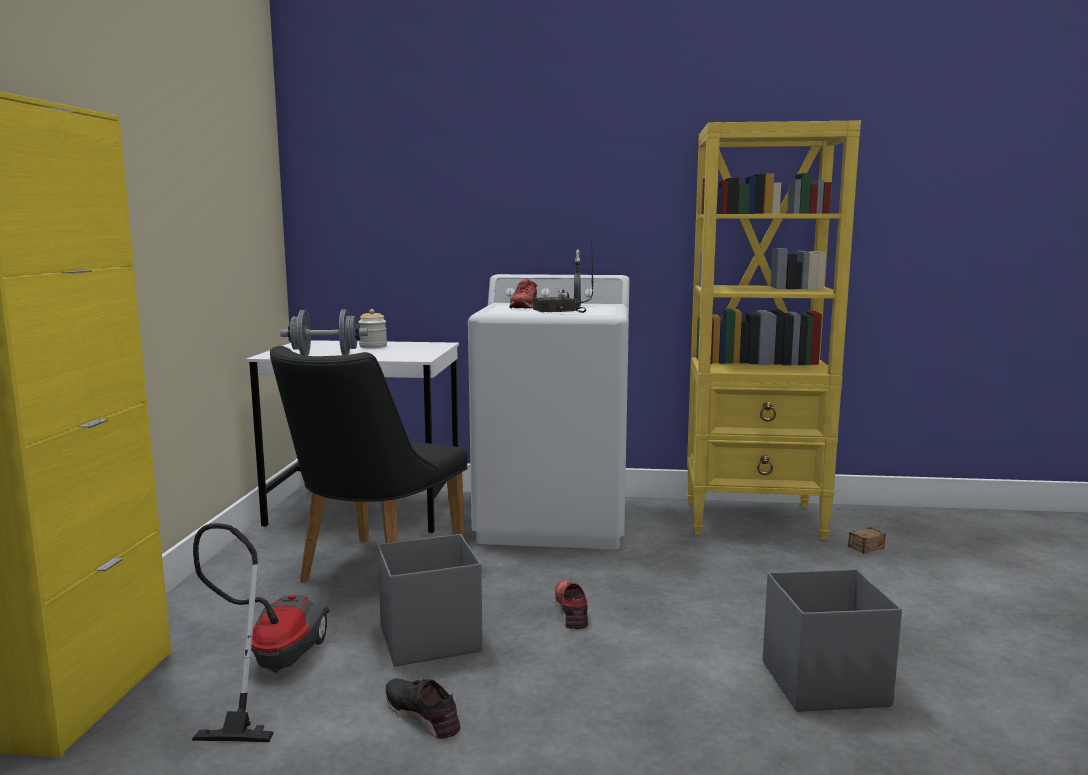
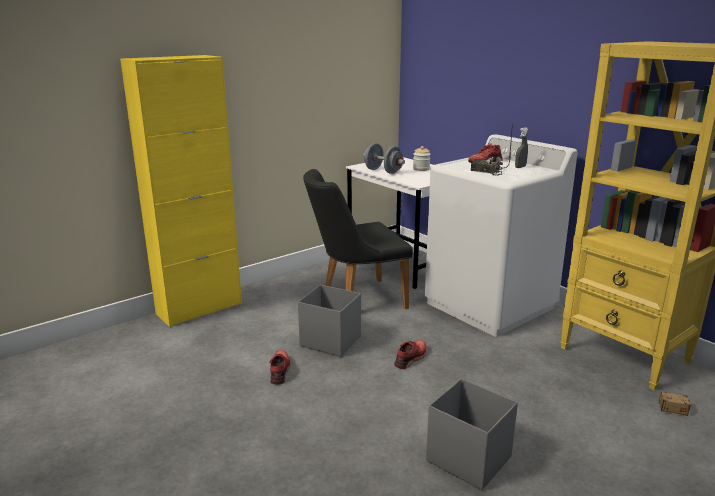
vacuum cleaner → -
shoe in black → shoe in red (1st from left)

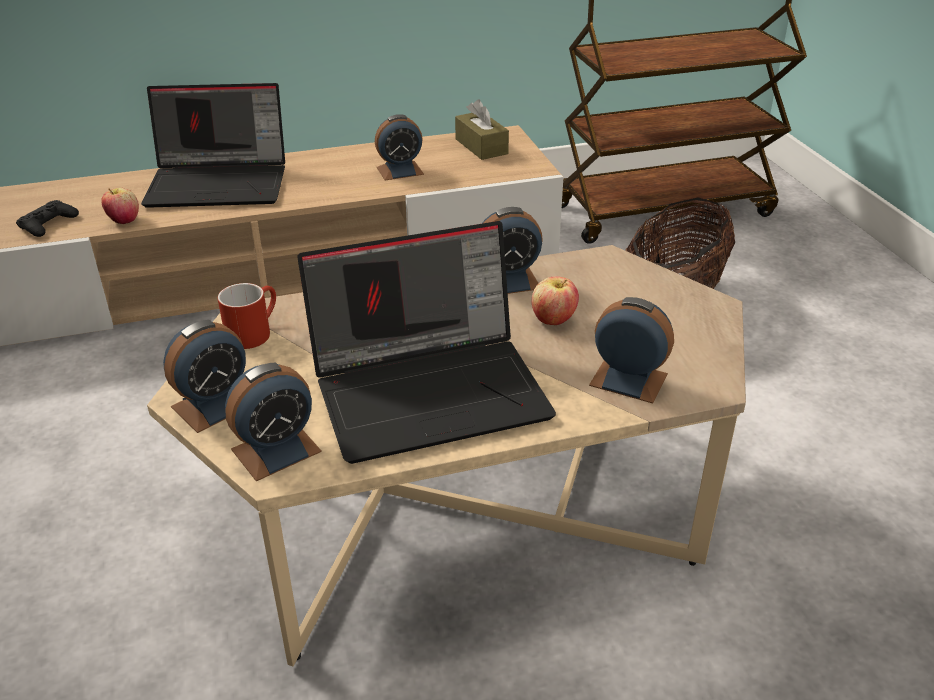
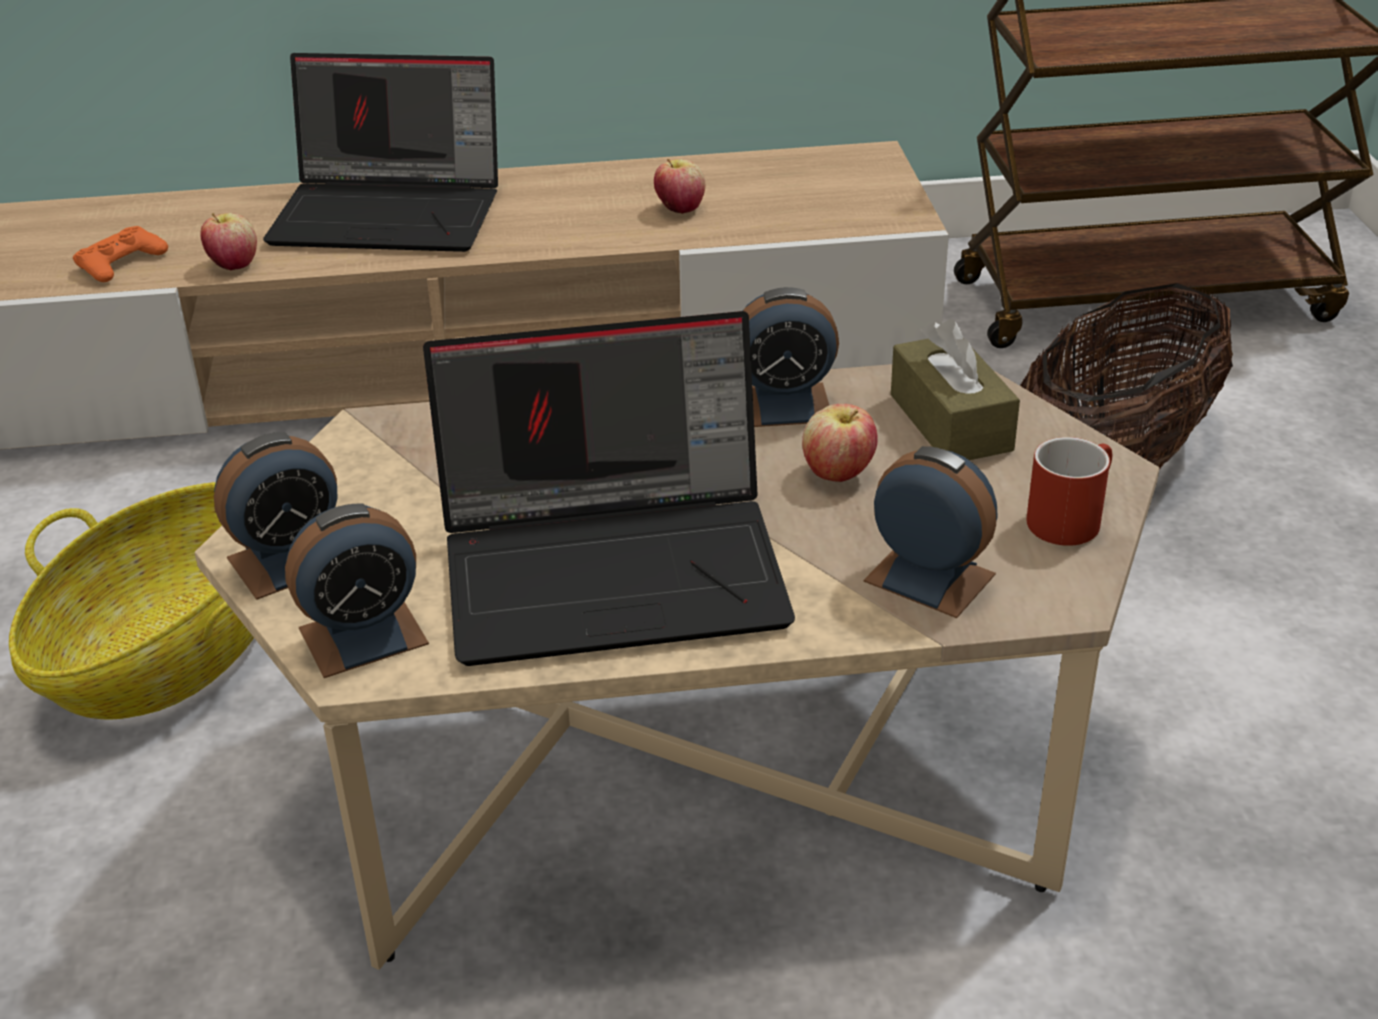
game controller in black → game controller in orange
mug in red, moved
alarm clock (3rd from left) → apple (2nd from left)
tissue box in brown, moved
- → basket (1st from left)

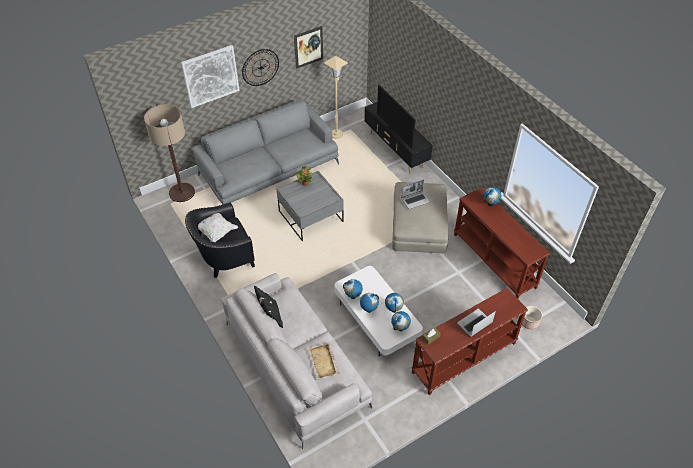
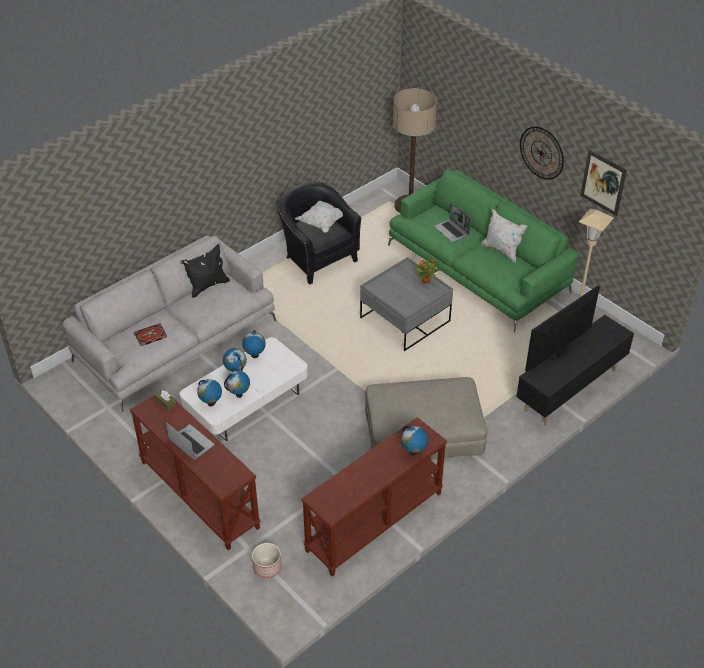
picture (1st from left) → -
sofa in grey (1st from left) → sofa in green
tray in beige → book
laptop (1st from left in the first image) → laptop (2nd from left), moved
- → pillow in white (2nd from left)

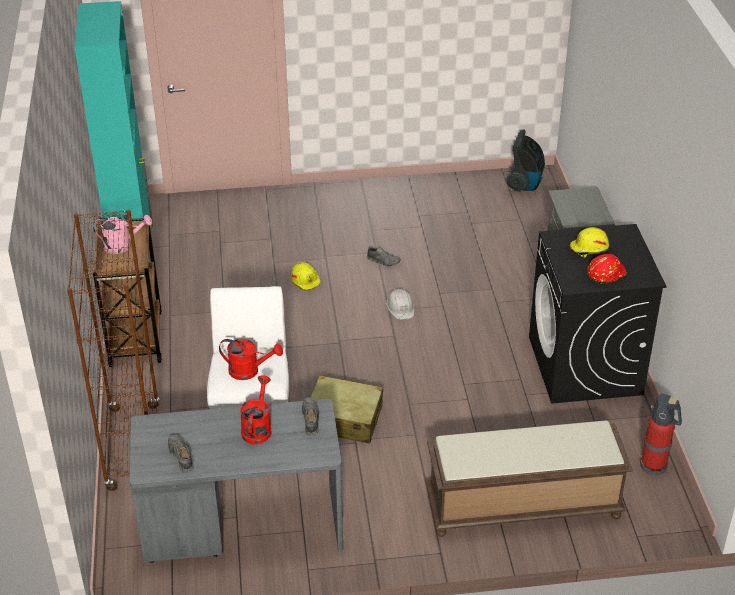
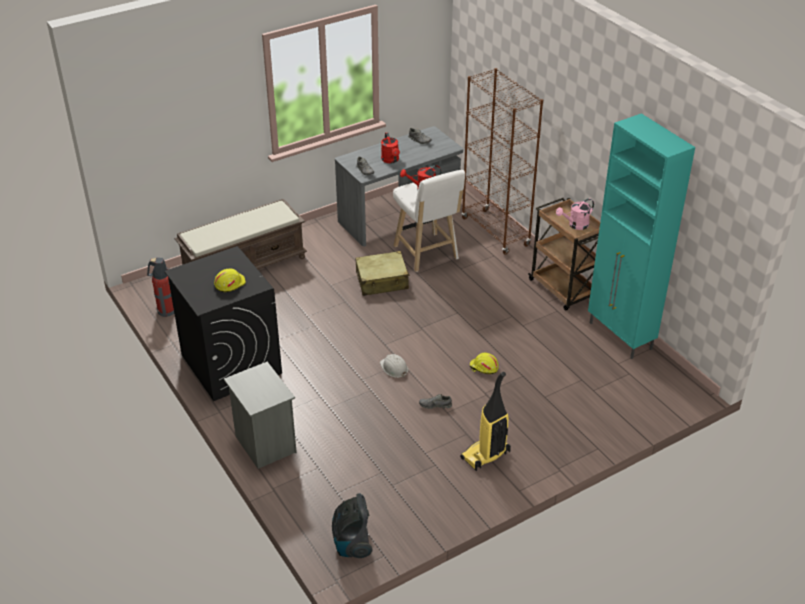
hard hat in red → -
- → vacuum cleaner (2nd from left)

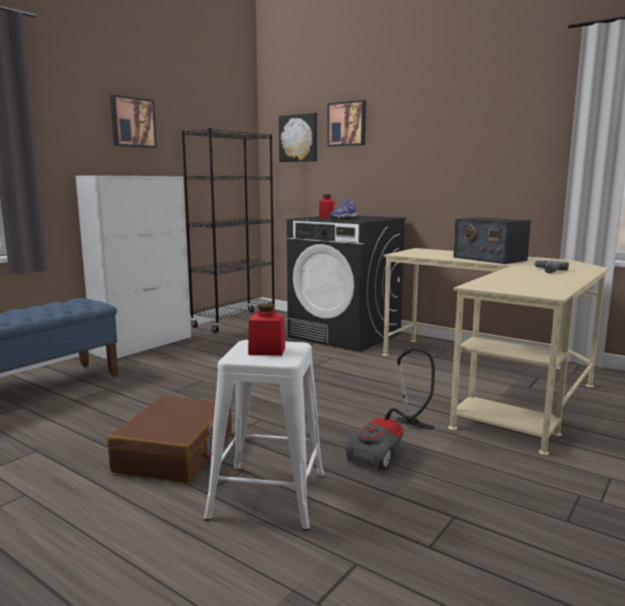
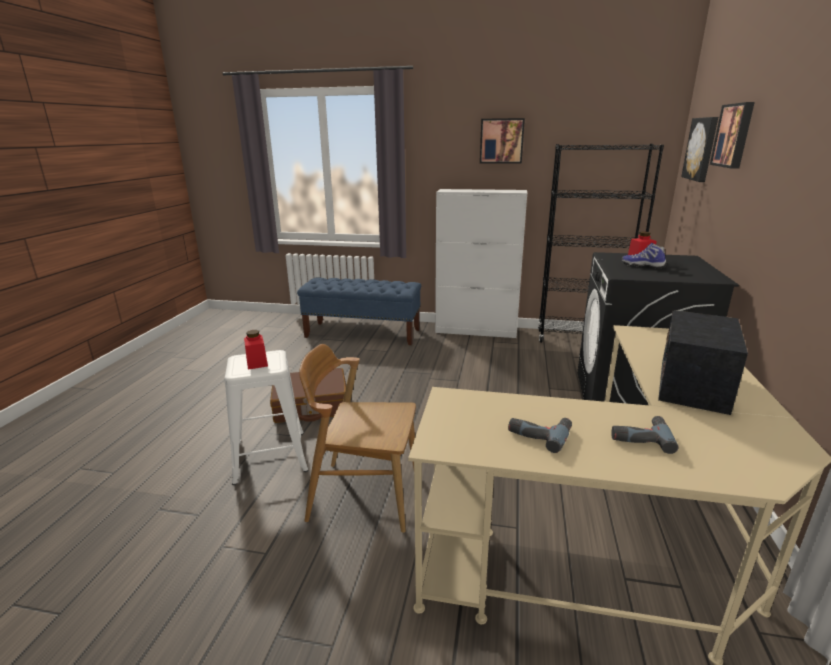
vacuum cleaner → chair in brown
- → power drill (1st from left)

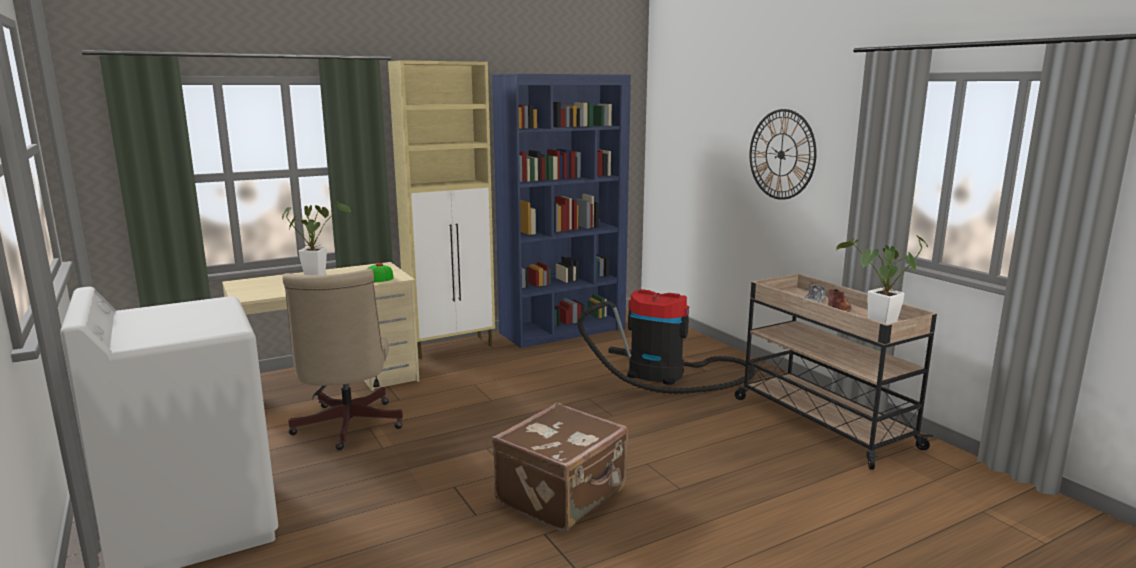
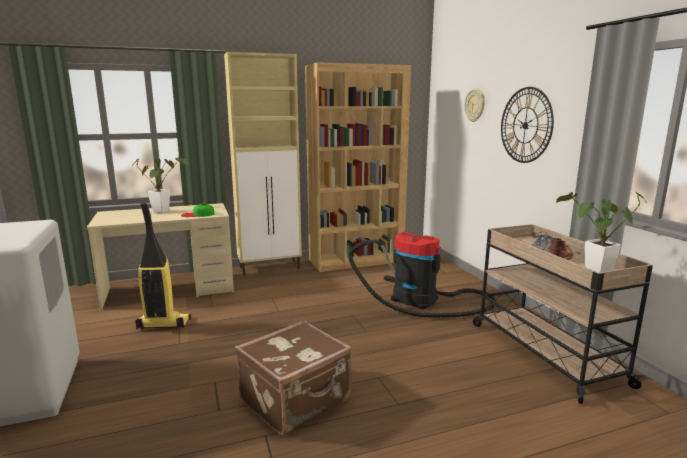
office chair in beige → vacuum cleaner (1st from left)
bookcase in blue → bookcase in brown
- → wall clock (1st from left)

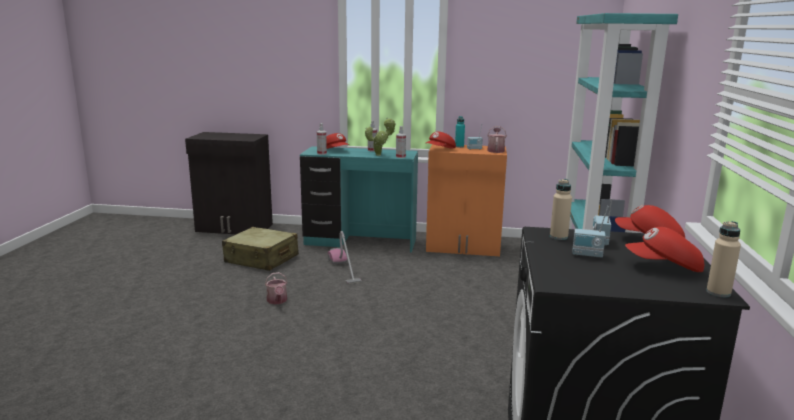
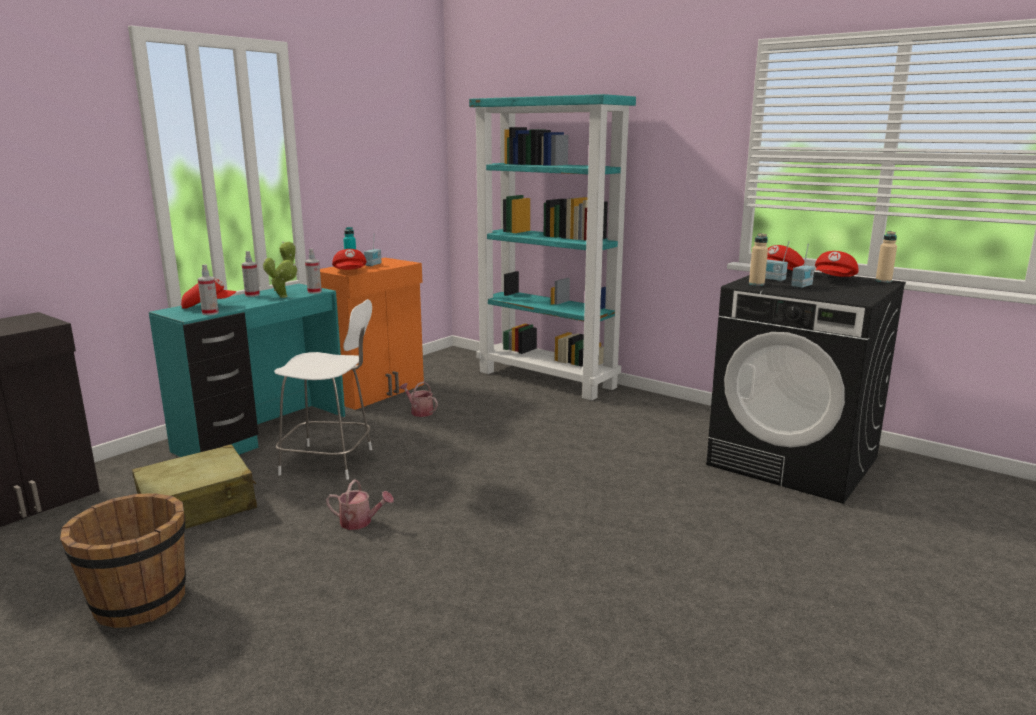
vacuum cleaner → chair in white
watering can (2nd from left), moved
- → bucket in brown

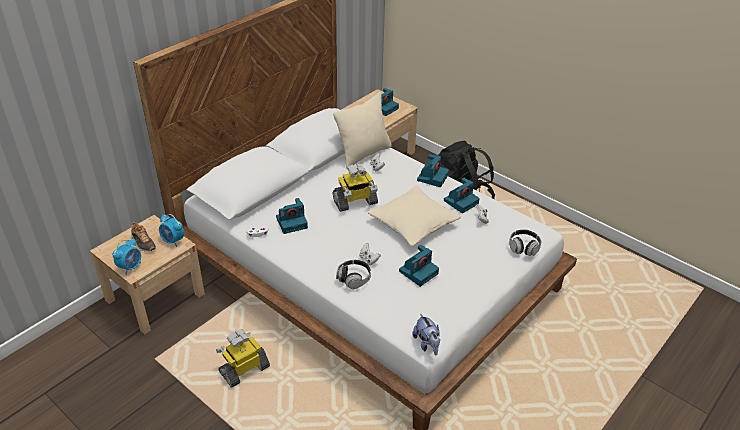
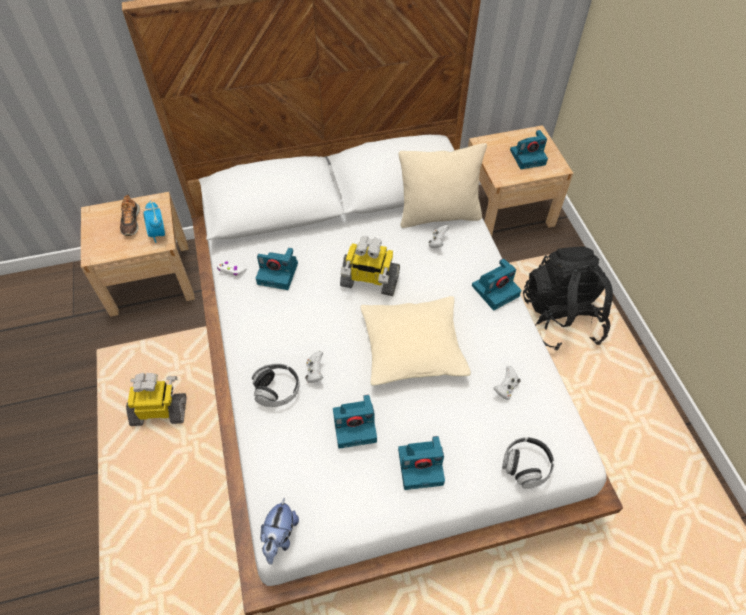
alarm clock (1st from left) → -
photo camera (5th from left in the first image) → photo camera (3rd from left), moved

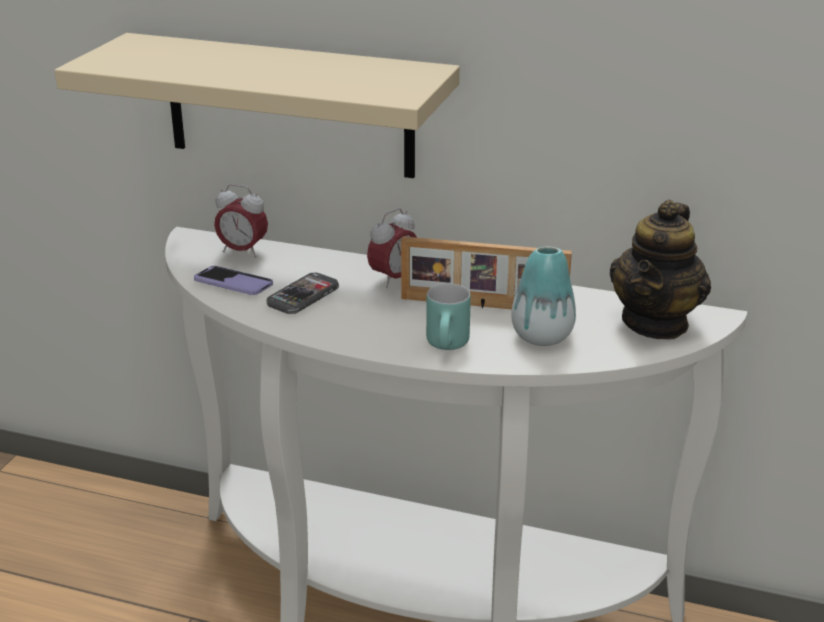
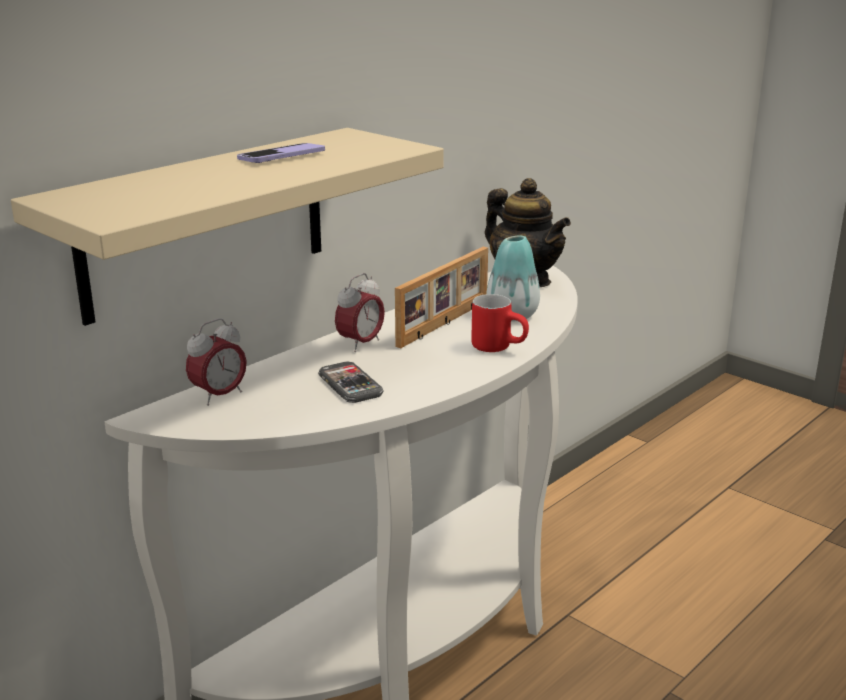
phone (1st from left), moved
alarm clock (2nd from left), 60 degrees clockwise
mug in turquoise → mug in red

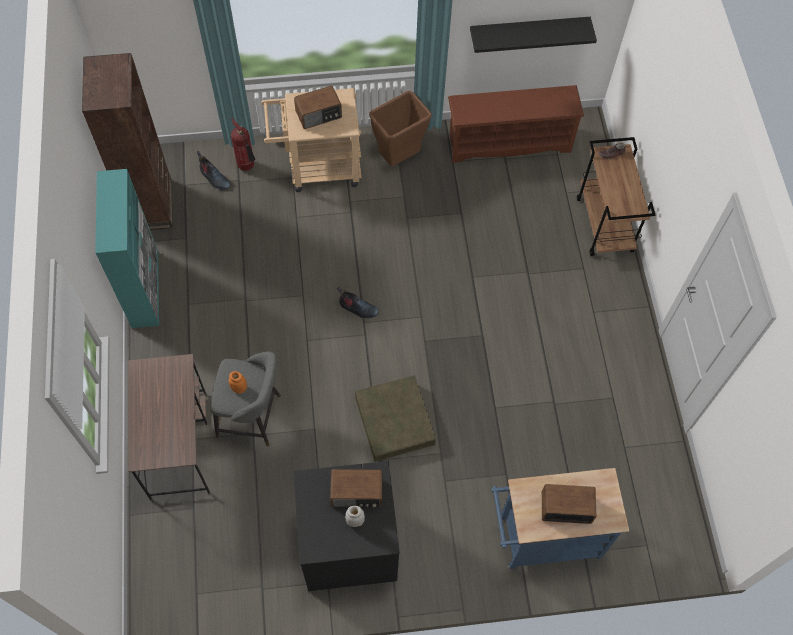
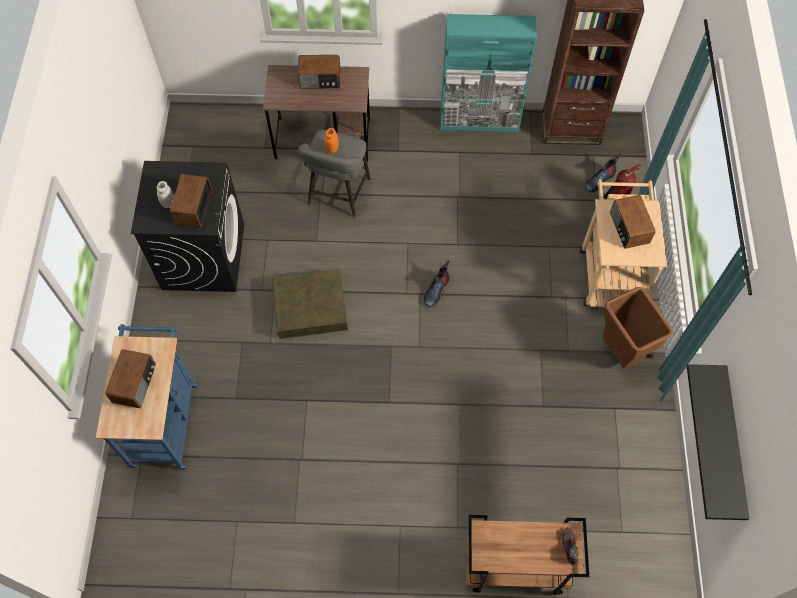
shoe rack in brown → -
- → radio (3rd from left)

